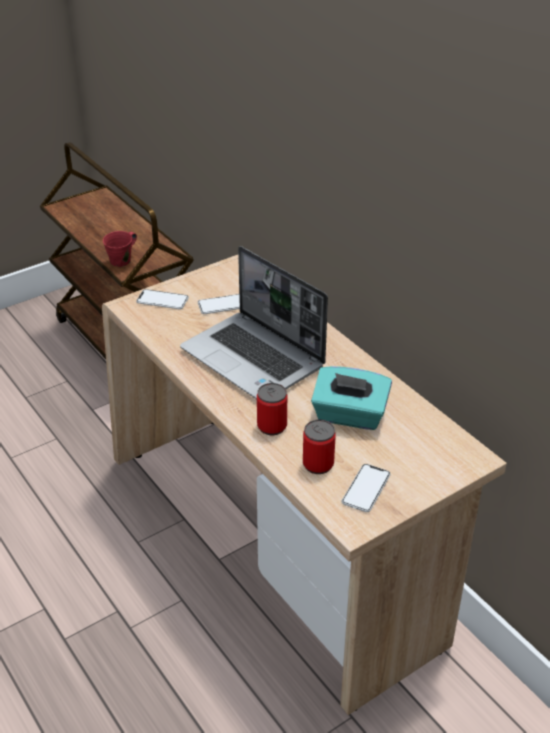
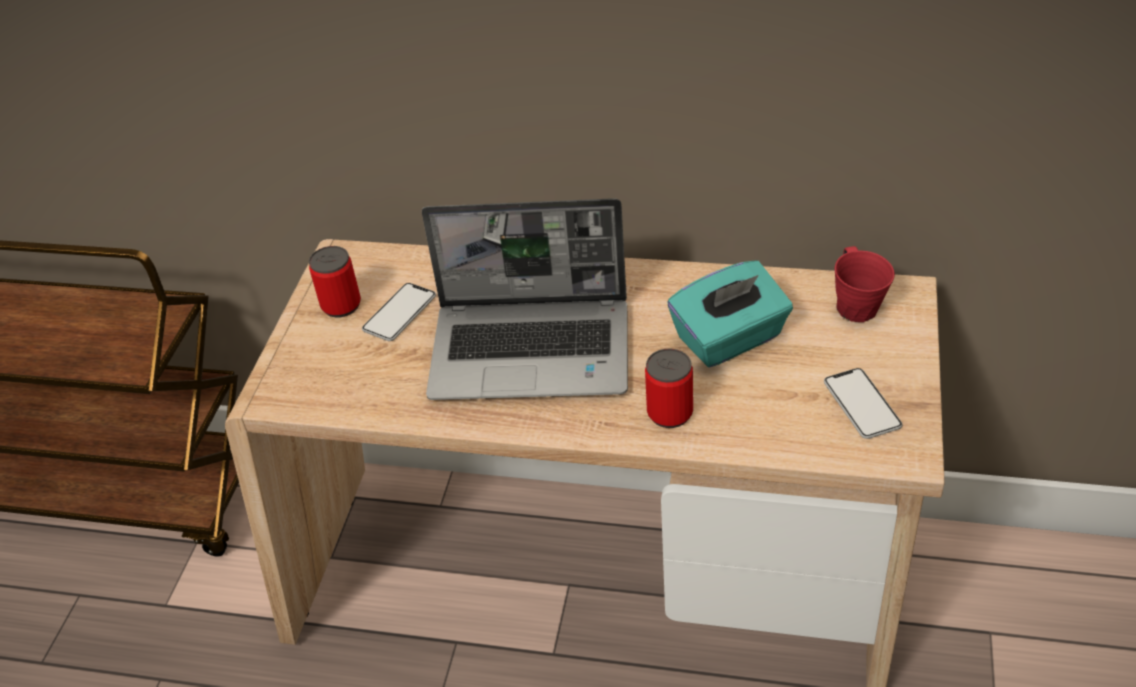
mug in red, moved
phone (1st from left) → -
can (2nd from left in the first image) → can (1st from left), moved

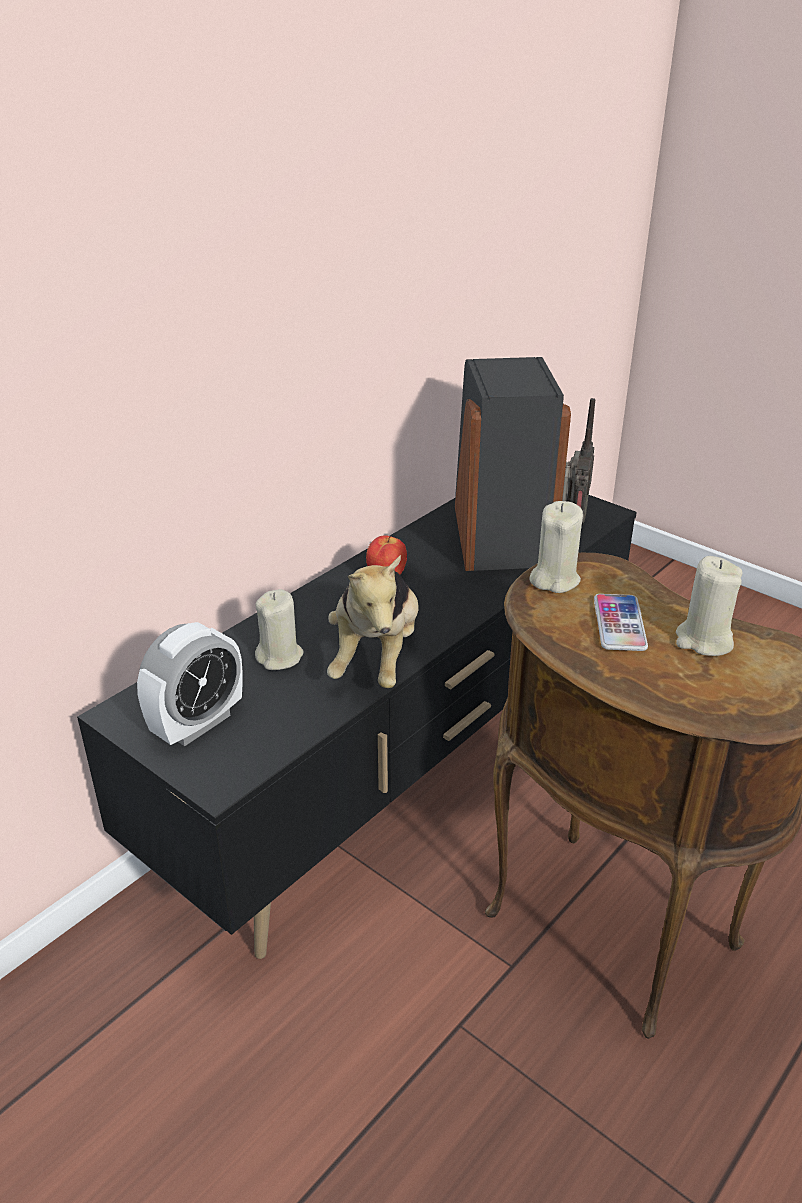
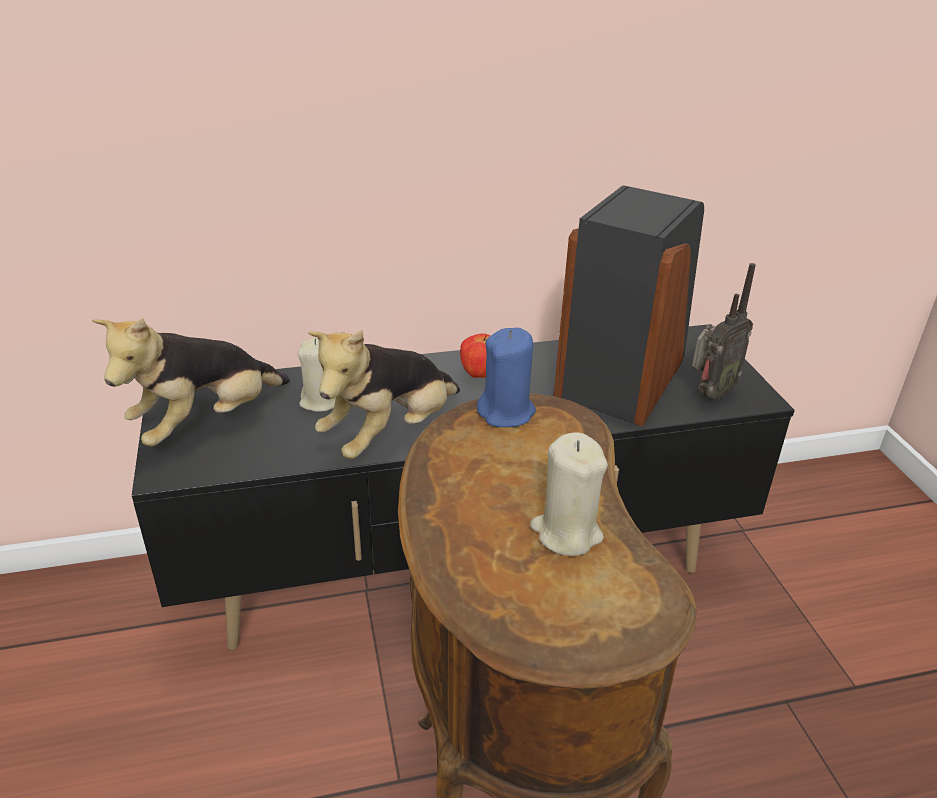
alarm clock → plush toy (1st from left)
candle in beige (2nd from left) → candle in blue
phone → -

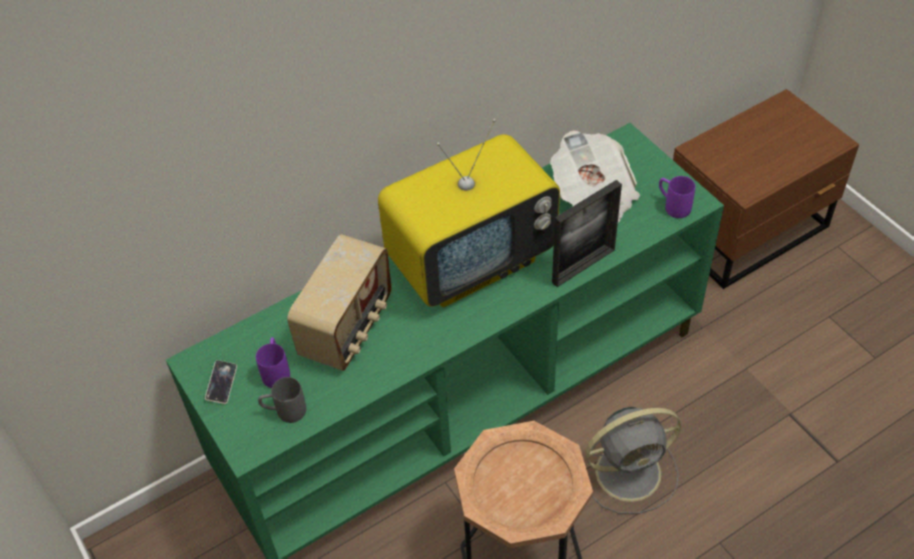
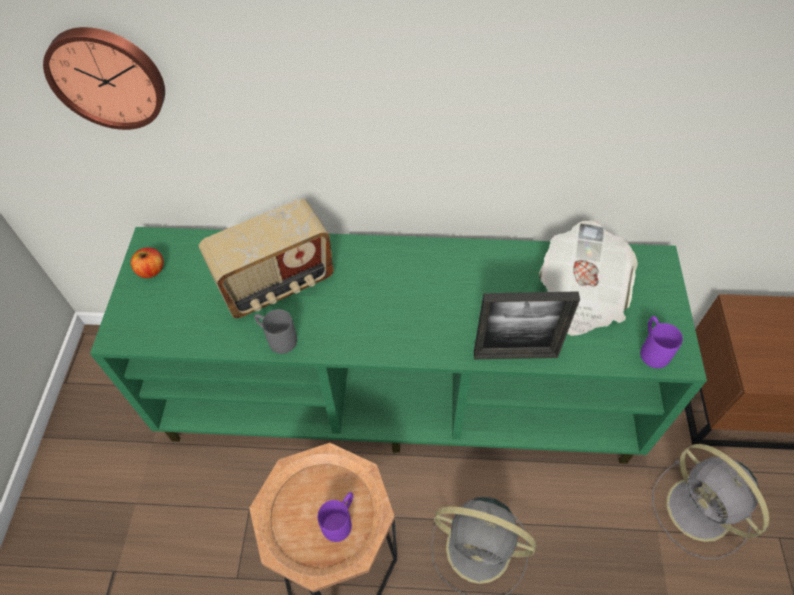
phone → apple
mug in purple (1st from left), moved
mug in grey, moved
television → -
- → wall clock
- → fan in grey (2nd from left)

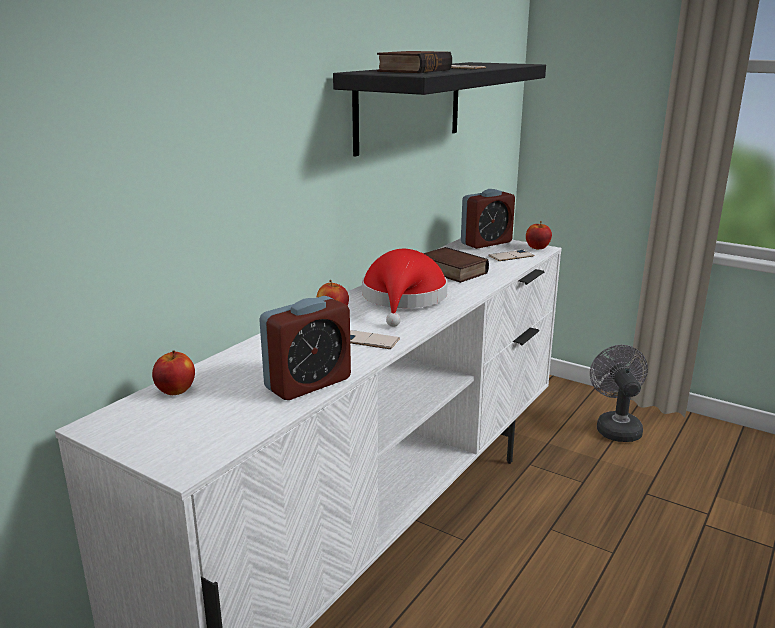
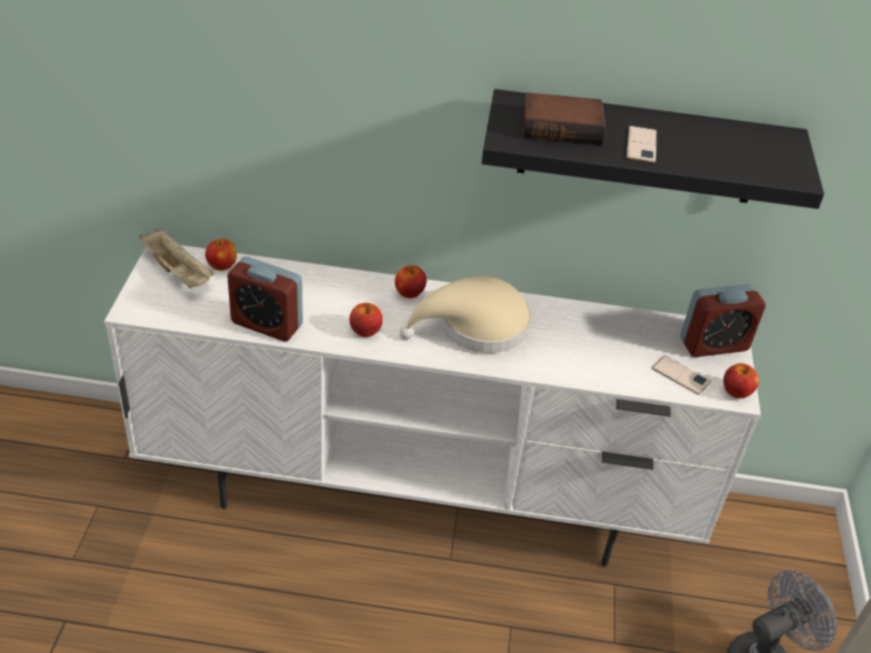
phone (1st from left) → apple (2nd from left)
hat in red → hat in beige
book (2nd from left) → -
alarm clock (2nd from left), 45 degrees counterclockwise
- → tray in beige

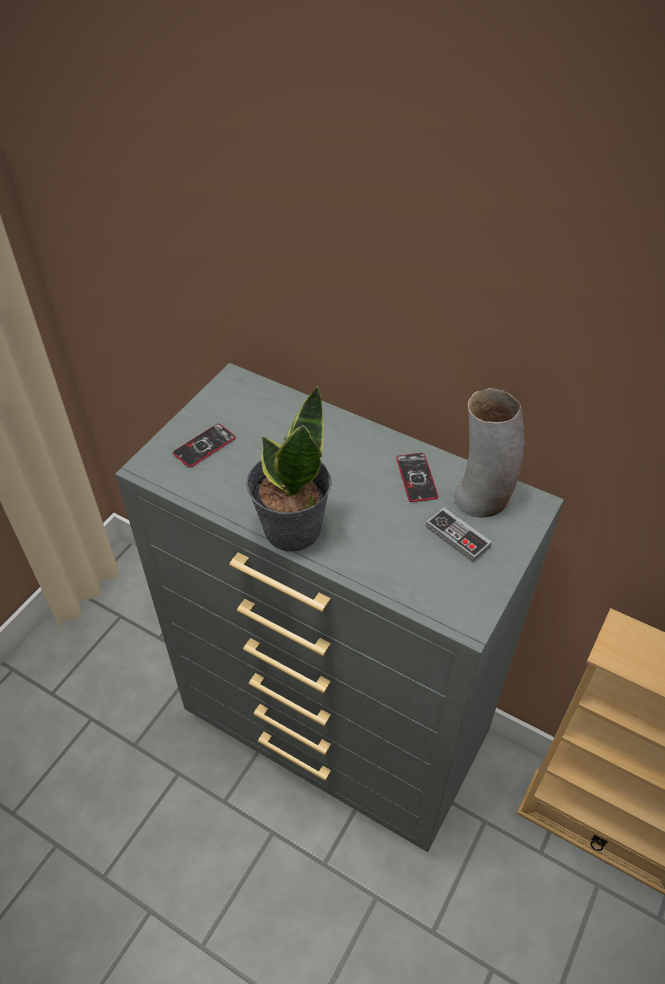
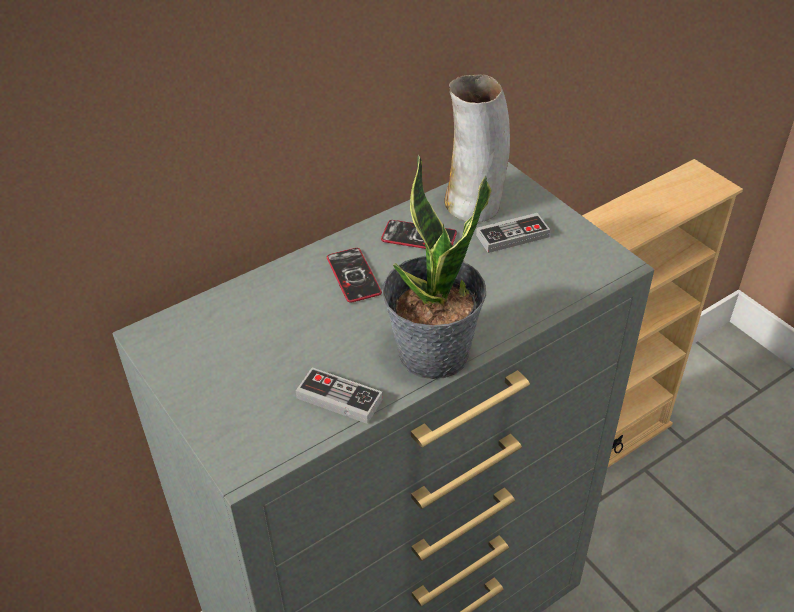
phone (1st from left), moved
- → game controller (1st from left)

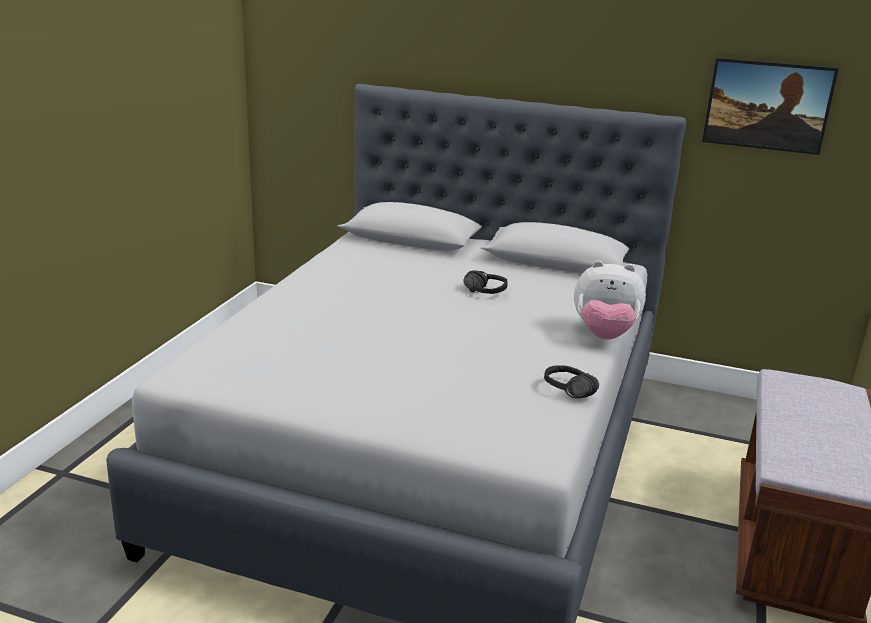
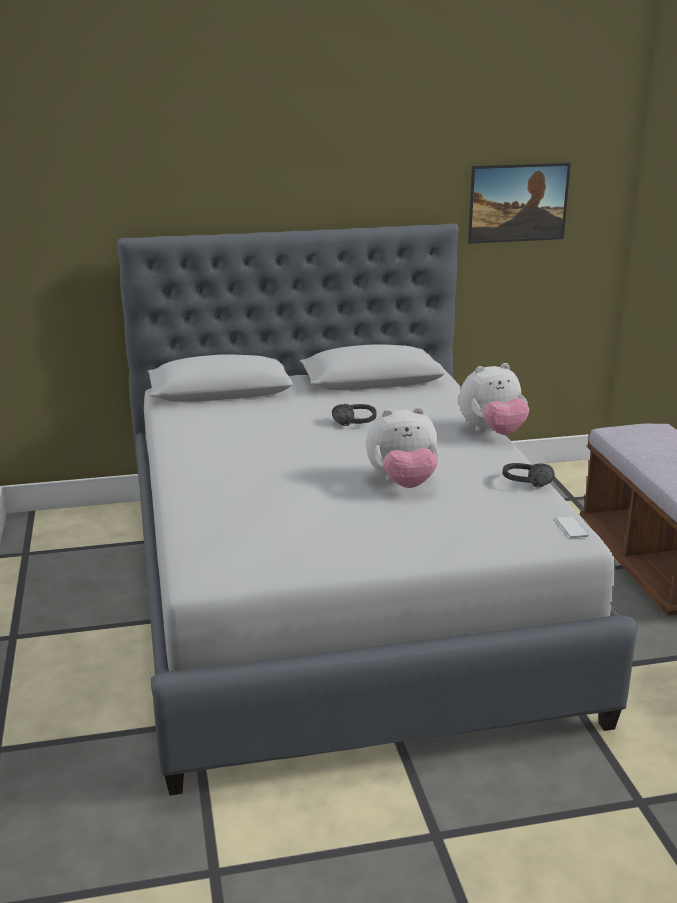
- → plush toy (1st from left)
- → phone

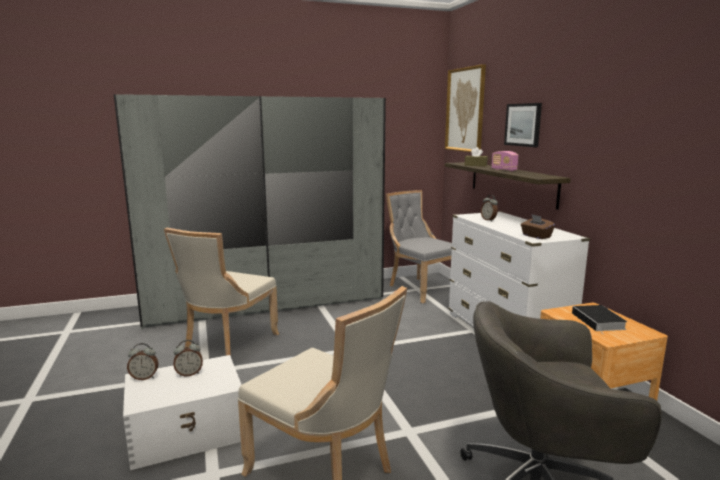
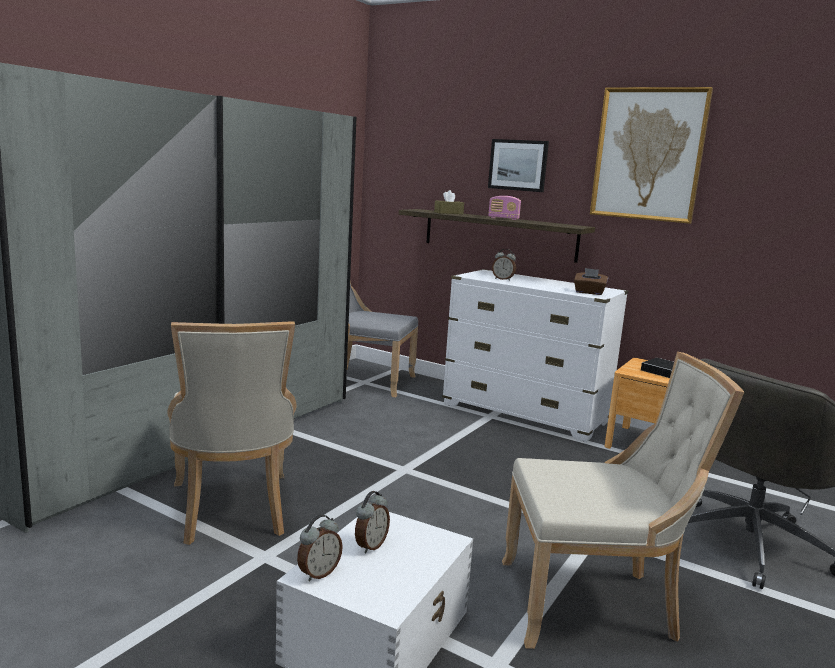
picture (1st from left in the first image) → picture (2nd from left), moved

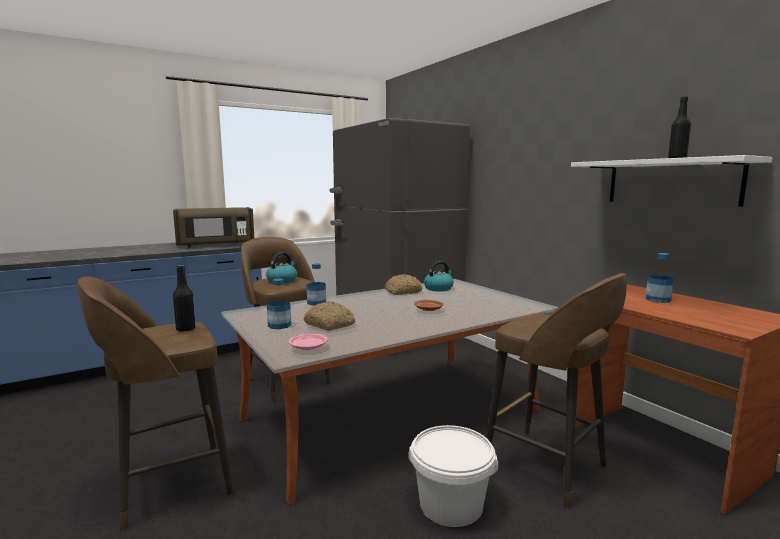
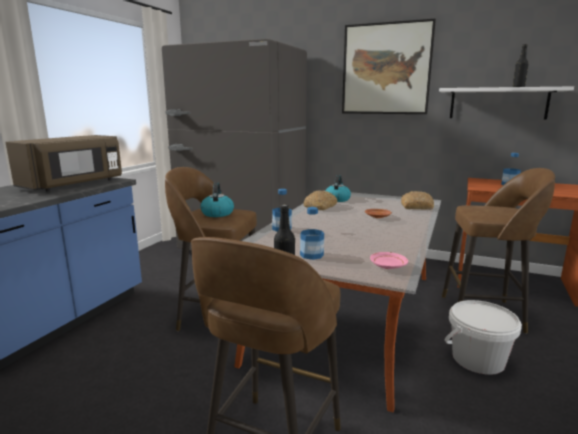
bread (1st from left in the first image) → bread (2nd from left), moved
- → picture

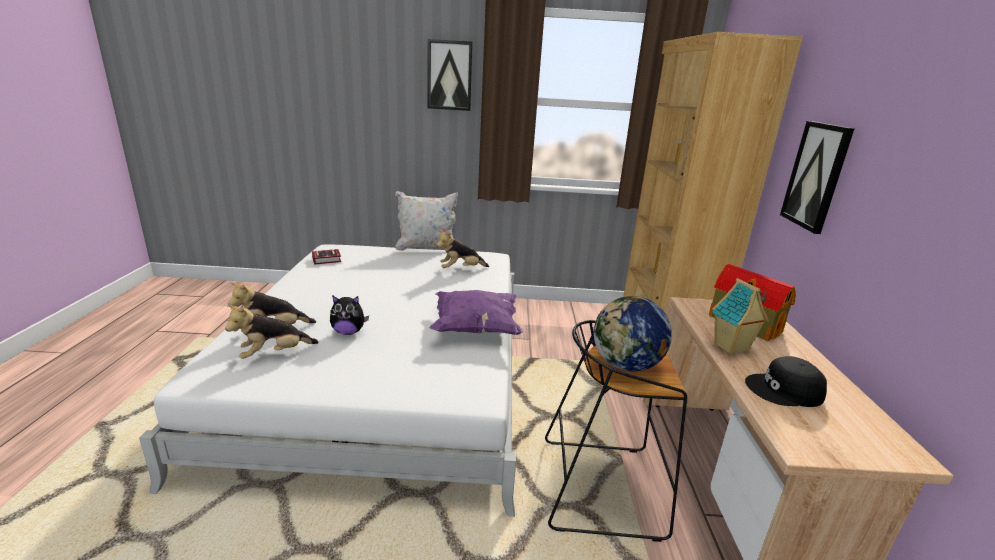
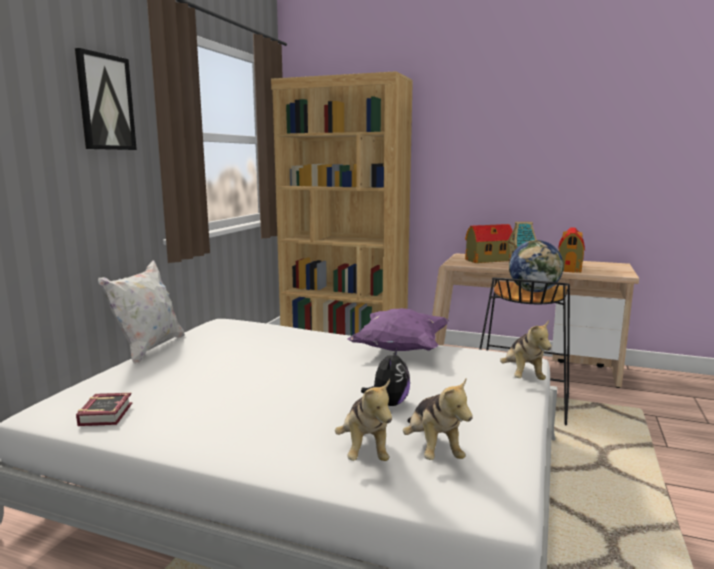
plush toy (4th from left), moved
cap in black → toy house (3rd from left)
picture (2nd from left) → -

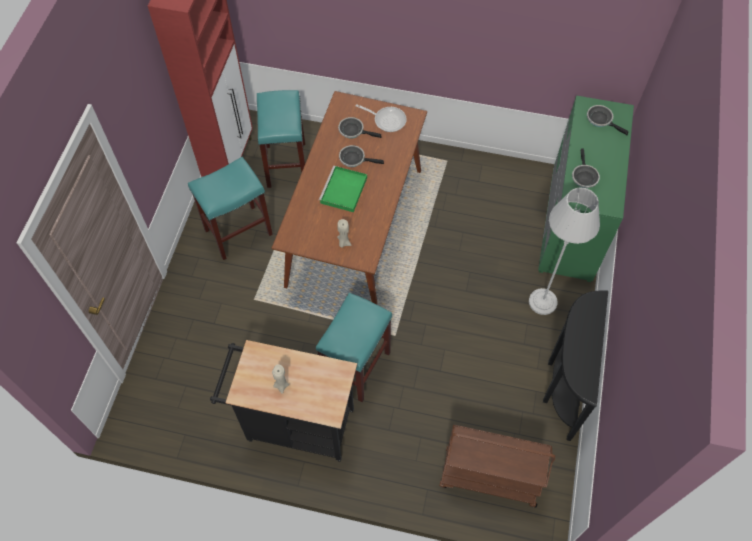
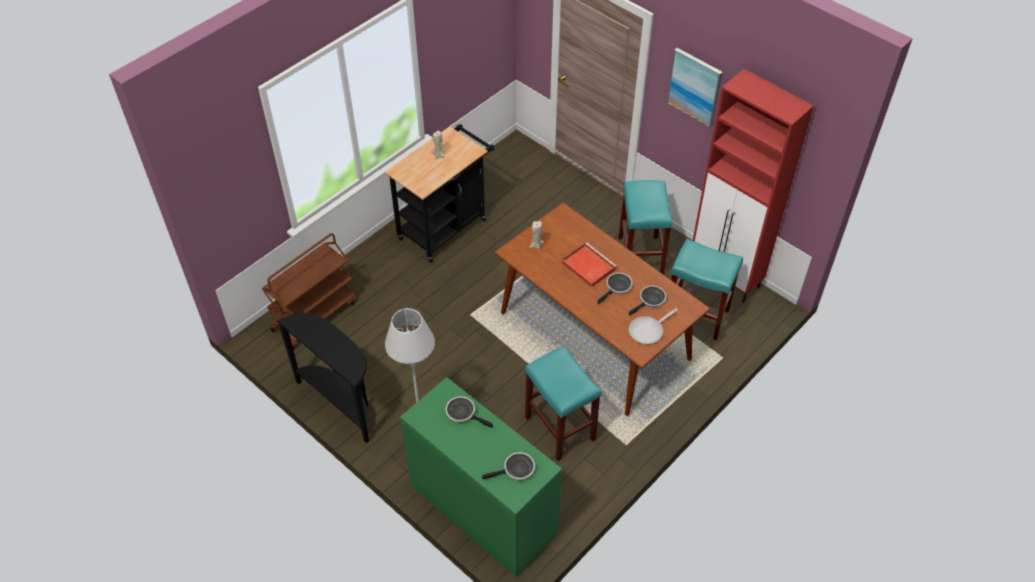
stool in turquoise (3rd from left in the first image) → stool in turquoise (1st from left), moved
tray in green → tray in red
- → picture

